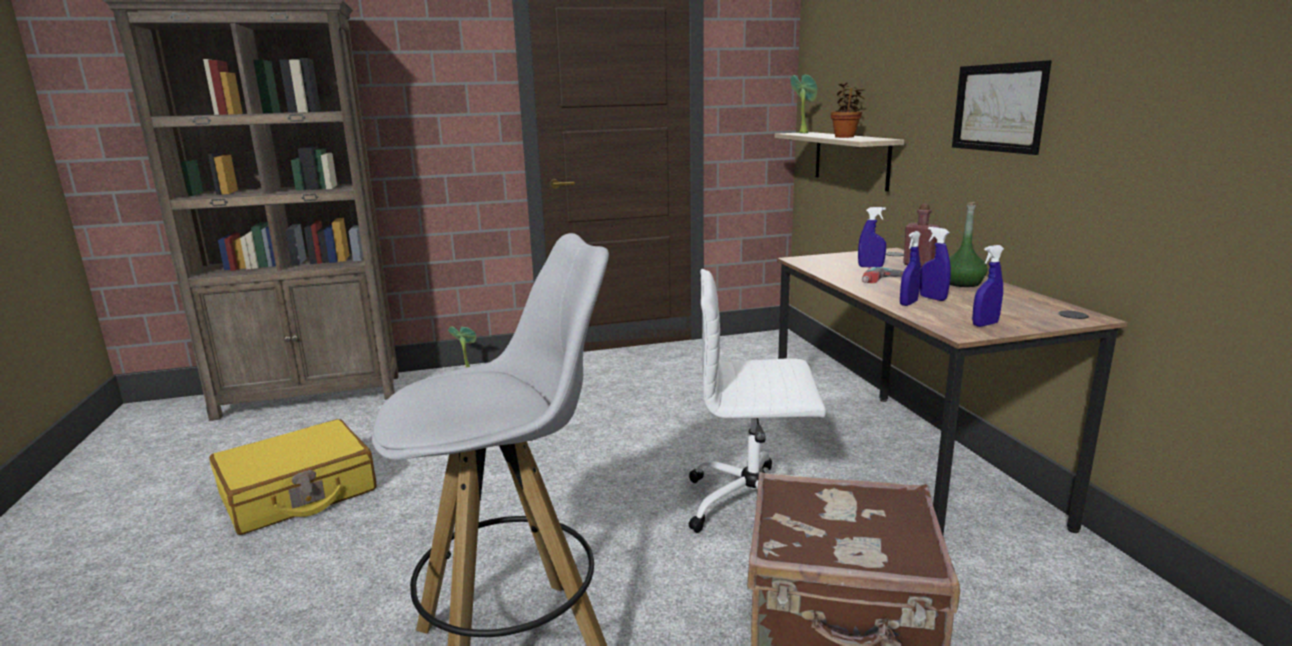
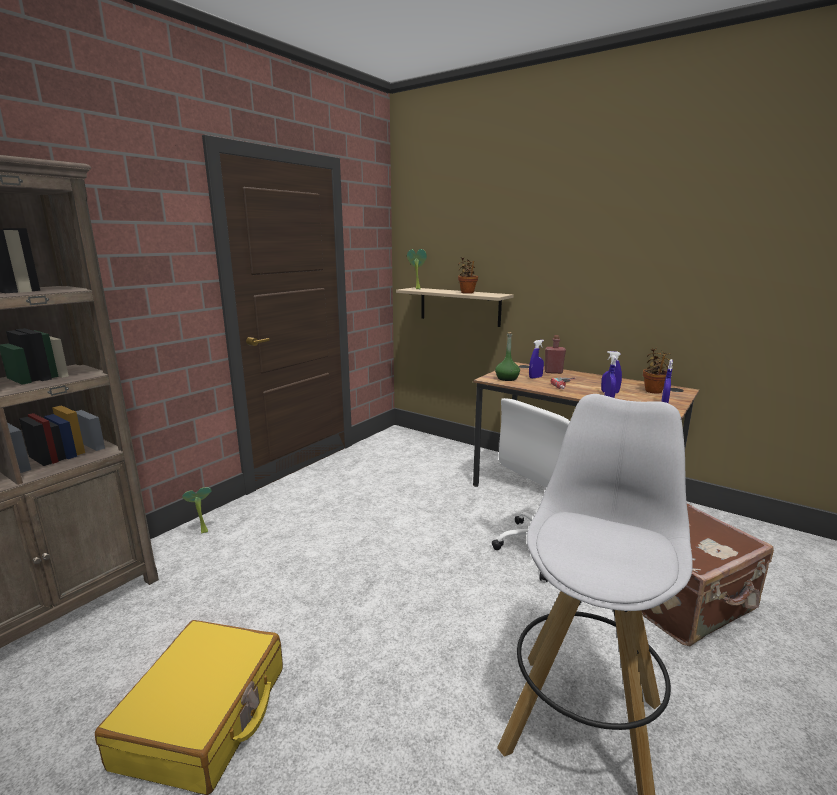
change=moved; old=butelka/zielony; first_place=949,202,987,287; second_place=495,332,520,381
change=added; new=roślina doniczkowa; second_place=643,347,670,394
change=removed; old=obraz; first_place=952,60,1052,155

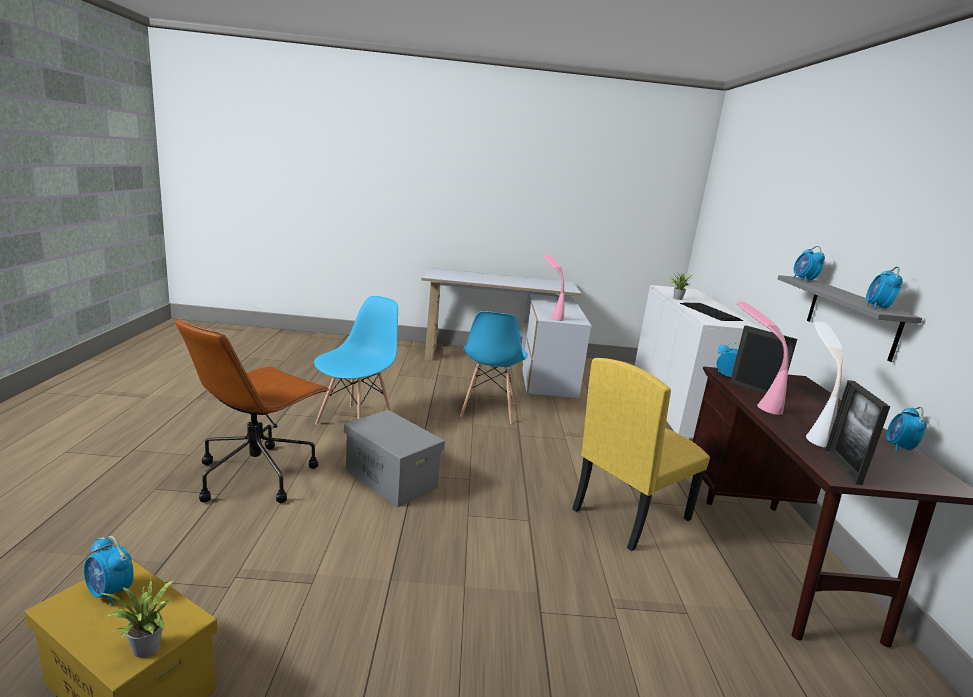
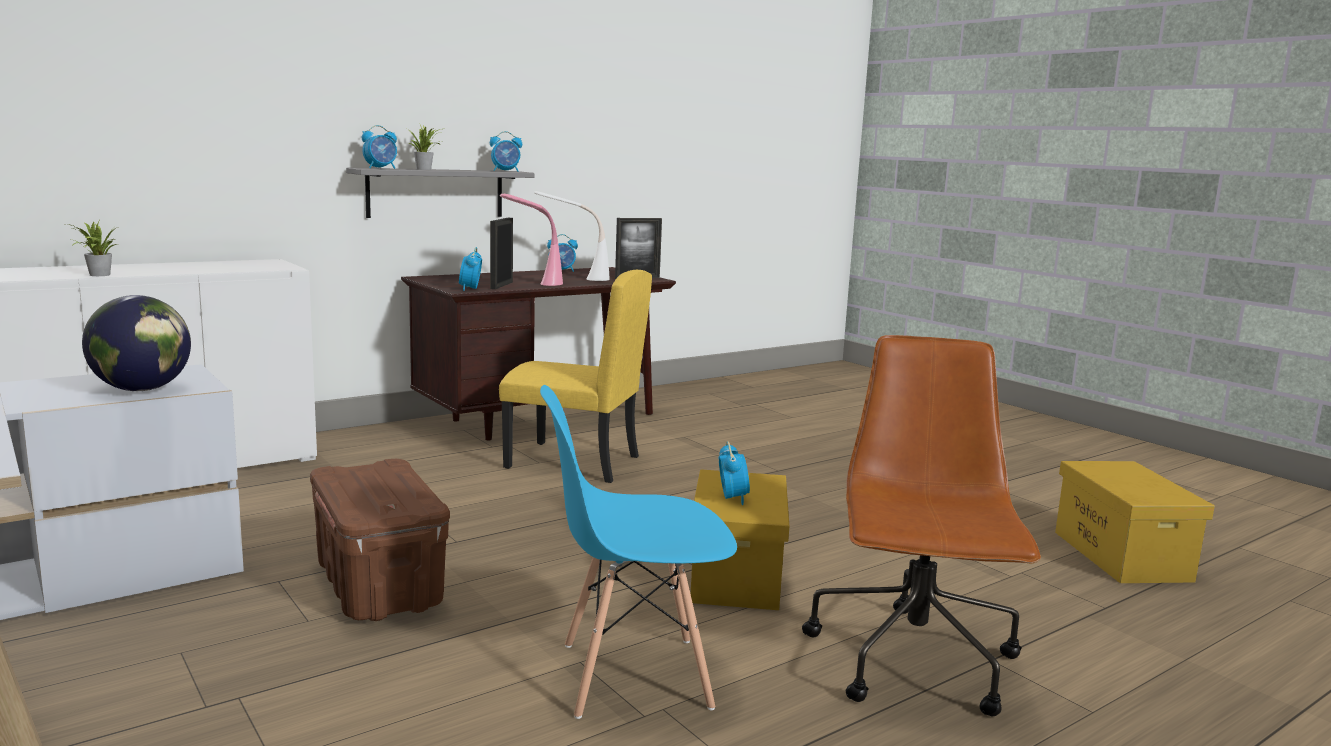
change=replaced; old=lampa stołowa/różowy; new=globus; first_place=543,254,564,321; second_place=82,295,191,391
change=replaced; old=krzesło/niebieski; new=pojemnik do przechowywania/brązowy; first_place=460,311,528,424; second_place=310,459,450,621
change=moved; old=roślina doniczkowa; first_place=101,579,175,658; second_place=405,125,441,170
change=recoloured; old=pojemnik do przechowywania/szary; new=pojemnik do przechowywania/żółty; first_place=344,410,445,507; second_place=691,469,789,610
change=moved; old=budzik; first_place=84,536,134,605; second_place=719,441,750,505
change=turned; old=krzesło biurowe/brązowy; first_place=176,319,329,503; second_place=802,335,1041,716; degrees=-75
change=removed; old=klawiatura; first_place=680,303,744,321

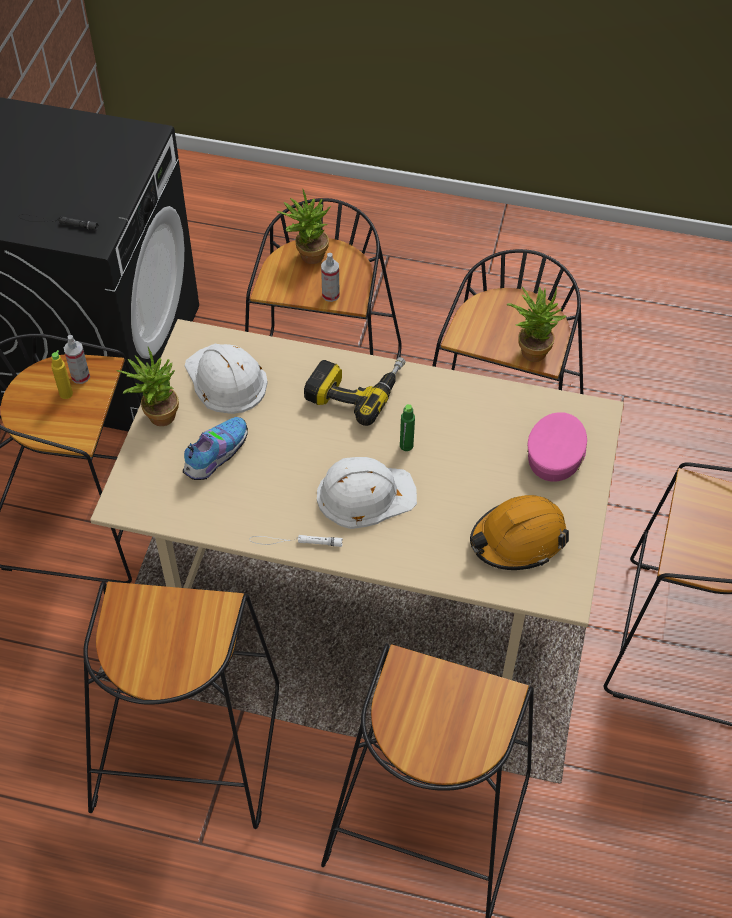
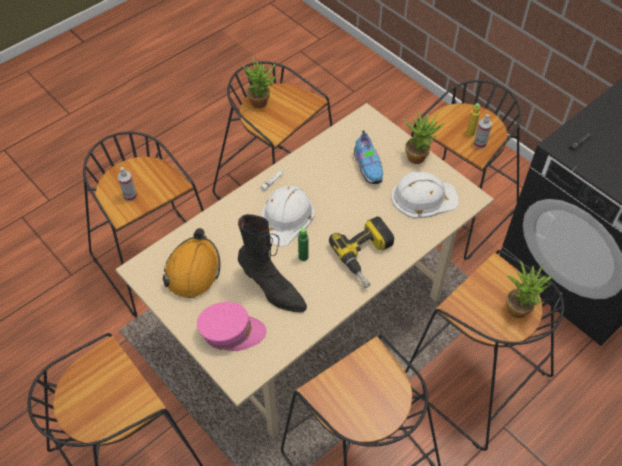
change=moved; old=spryskiwacz; first_place=321,253,340,302; second_place=118,167,137,201
change=turned; old=czapka z daszkiem/różowy; first_place=527,412,587,482; second_place=197,302,266,351; degrees=-60
change=added; new=but z cholewką/czarny; second_place=238,214,307,313
change=moved; old=roślina doniczkowa; first_place=507,287,566,362; second_place=243,57,281,108

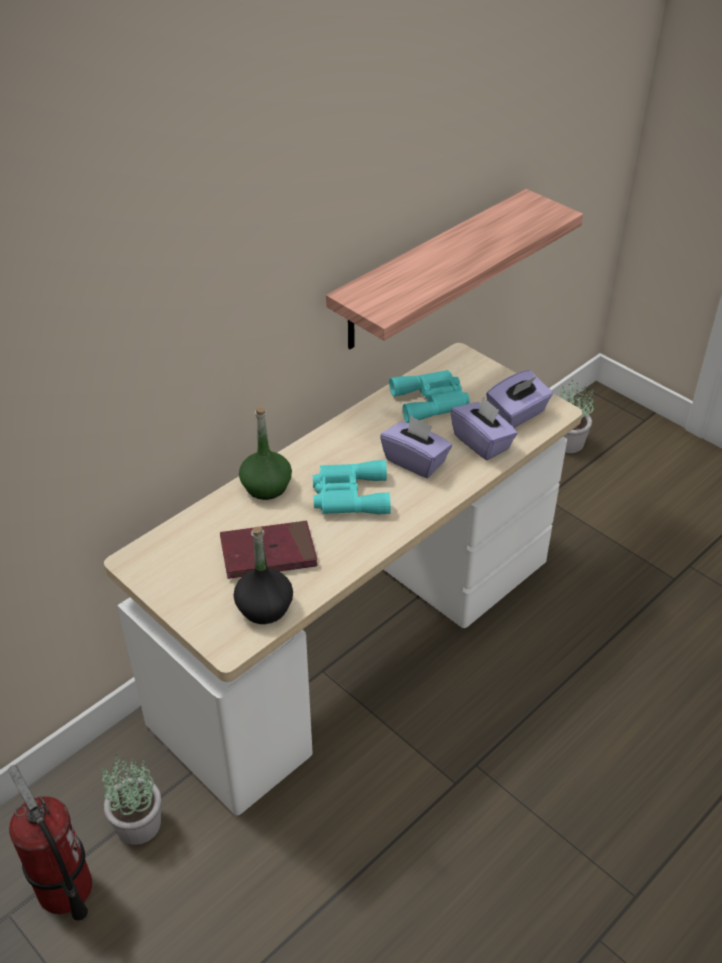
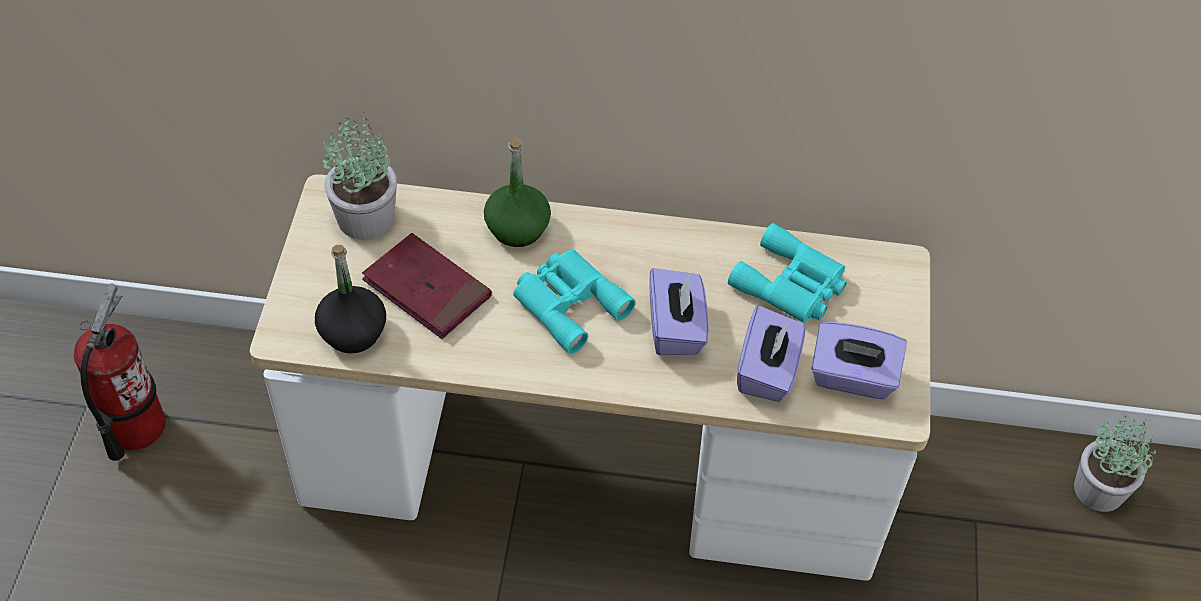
change=moved; old=roślina doniczkowa; first_place=102,754,161,845; second_place=323,117,397,240
change=removed; old=półka; first_place=326,189,583,349

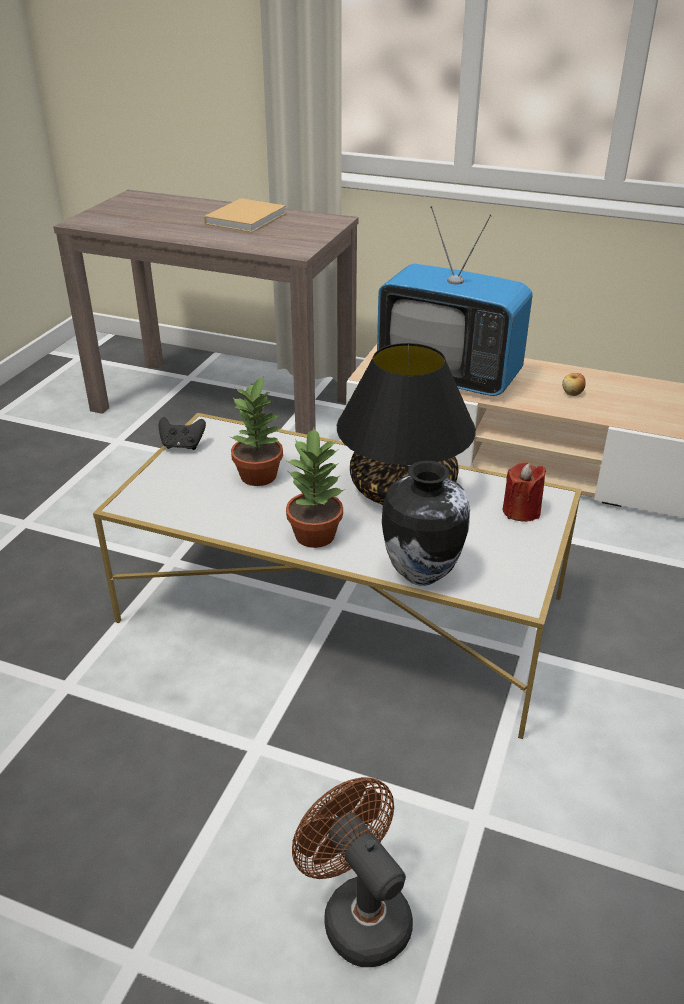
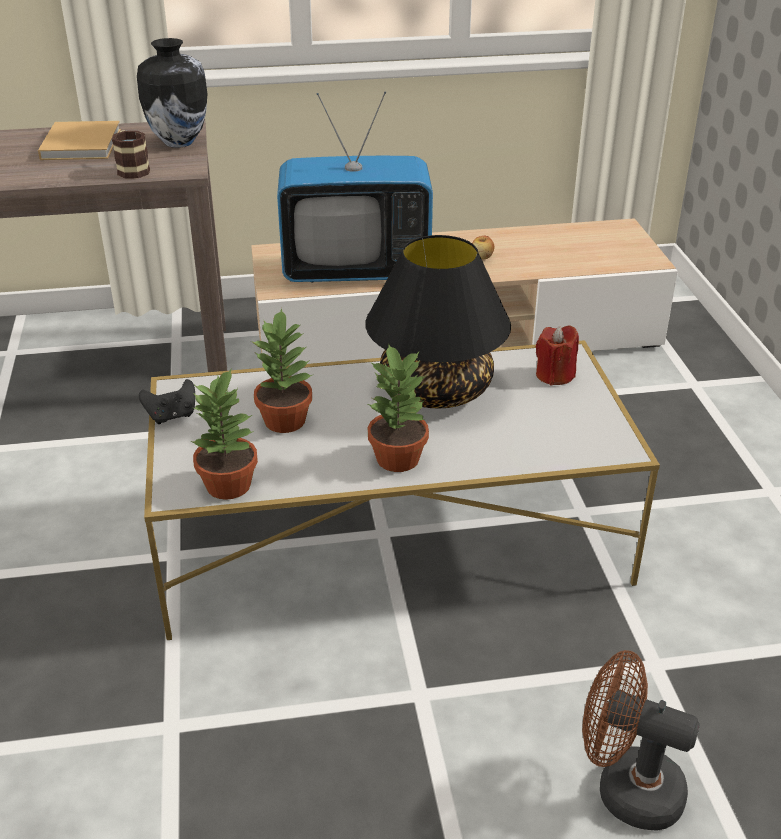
change=added; new=kubek; second_place=112,130,150,179
change=moved; old=wazon; first_place=382,461,470,586; second_place=137,38,207,148
change=added; new=roślina doniczkowa; second_place=190,368,258,500

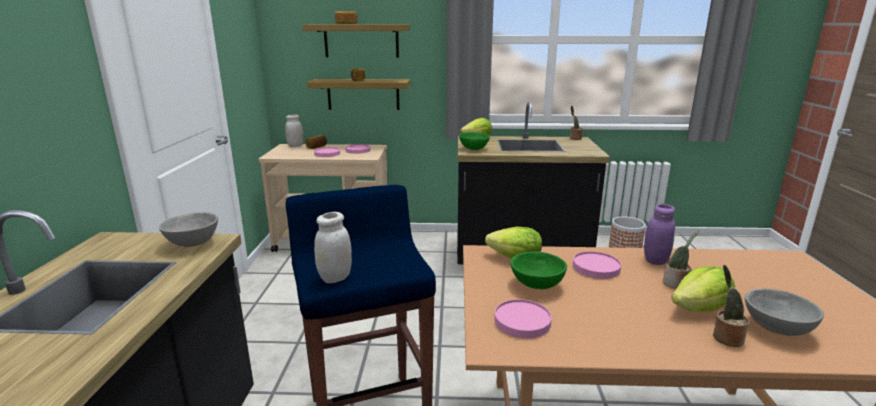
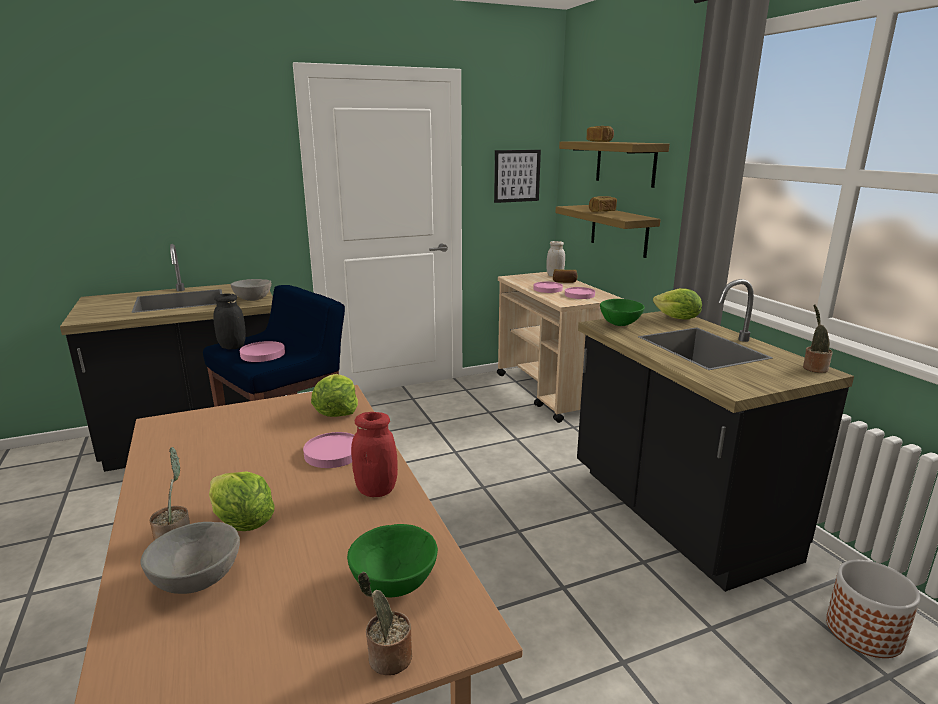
change=recoloured; old=słoik/biały; new=słoik/czarny; first_place=314,212,352,284; second_place=213,293,246,349
change=moved; old=talerz/różowy; first_place=494,299,552,338; second_place=240,341,285,362
change=moved; old=miska/zielony; first_place=510,252,567,289; second_place=347,524,438,597
change=recoloured; old=słoik/fioletowy; new=słoik/czerwony; first_place=644,204,675,265; second_place=351,412,398,497
change=moved; old=roślina doniczkowa; first_place=663,230,699,289; second_place=358,571,412,675
change=added; new=obraz; second_place=494,150,541,203

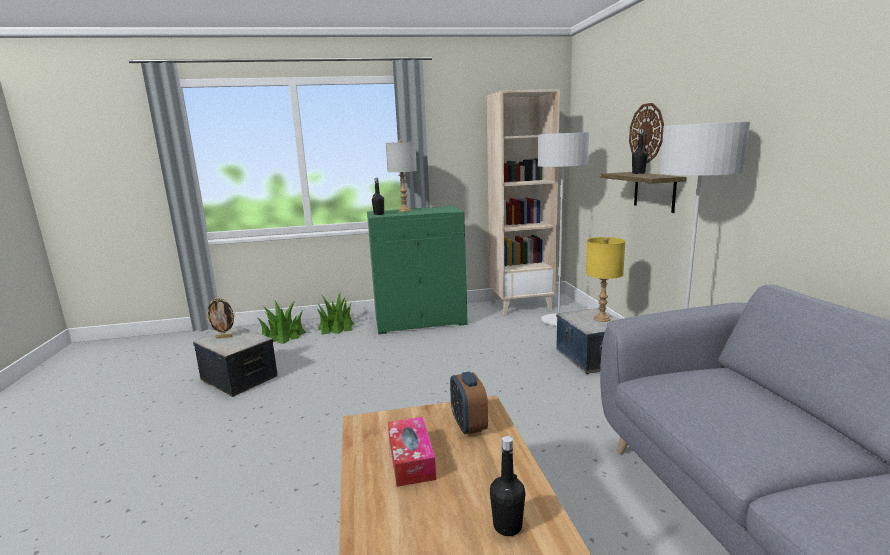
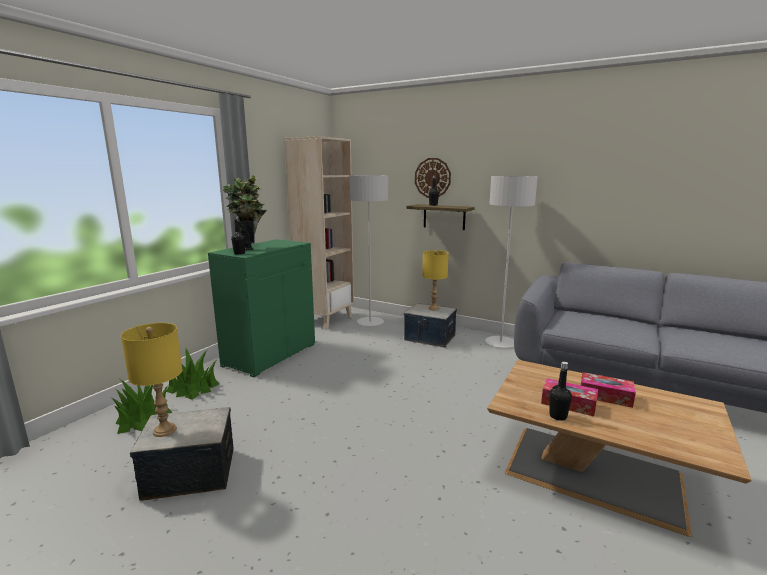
change=replaced; old=ramka na zdjęcie; new=lampa stołowa/żółty; first_place=205,297,235,338; second_place=121,323,183,437
change=replaced; old=lampa stołowa/szary; new=roślina doniczkowa; first_place=386,140,417,212; second_place=223,176,267,251
change=moved; old=butelka/czarny; first_place=490,436,525,536; second_place=549,361,572,421
change=added; new=pudełko chusteczek; second_place=581,372,636,408
change=removed; old=budzik; first_place=450,372,488,435

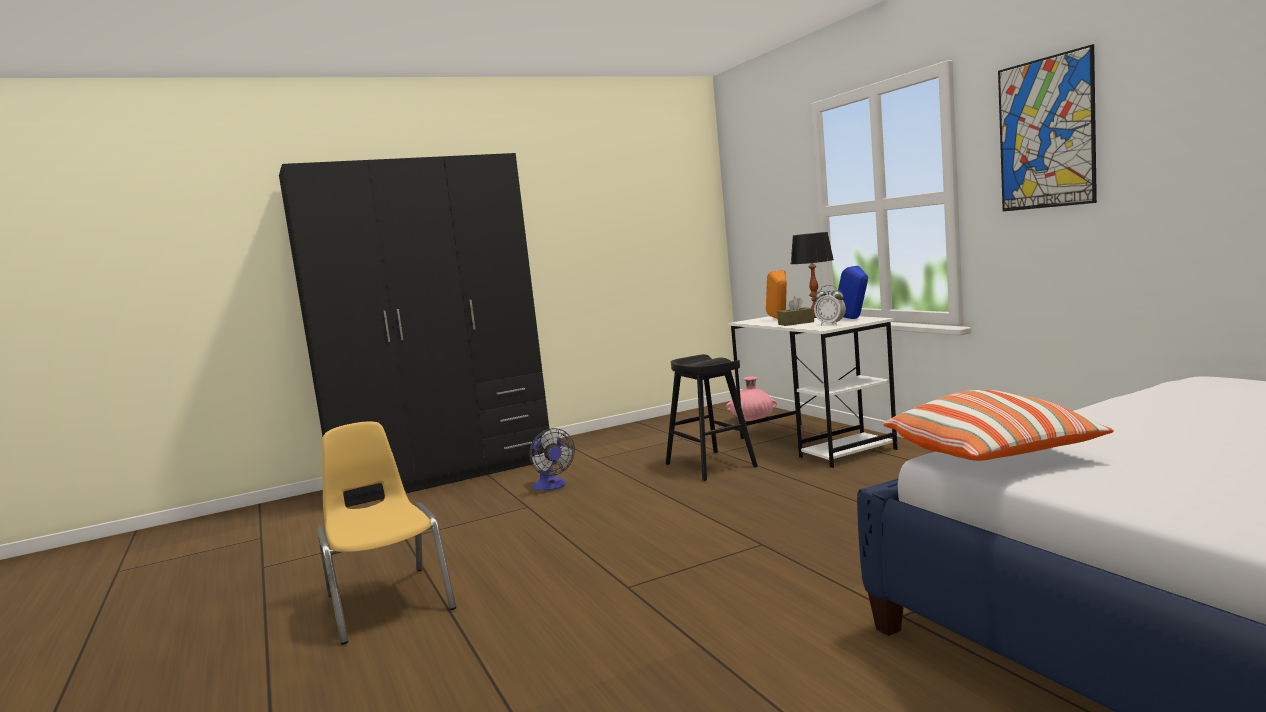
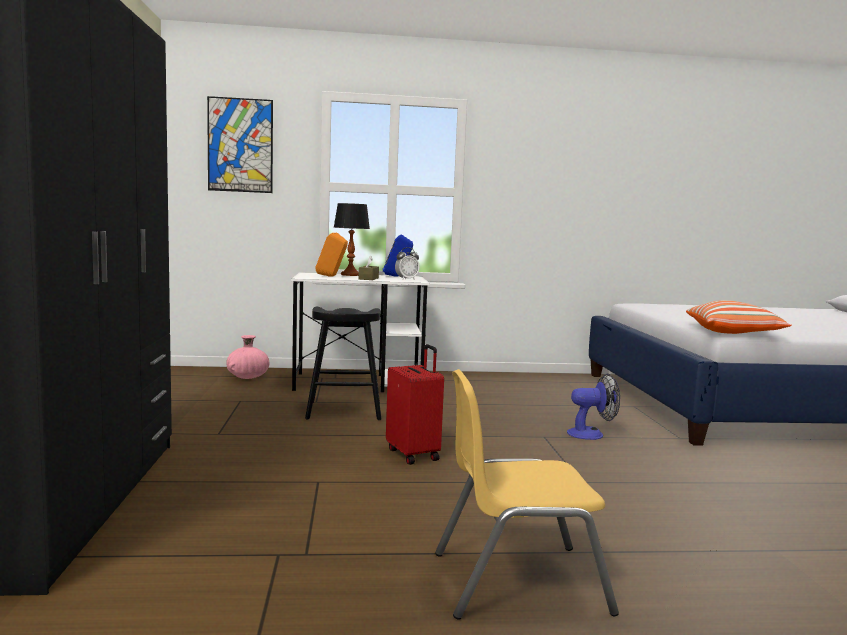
change=moved; old=obraz; first_place=998,44,1097,211; second_place=207,96,273,193
change=added; new=walizka/czerwony; second_place=386,344,444,465
change=moved; old=wentylator; first_place=530,428,575,491; second_place=567,373,620,440

